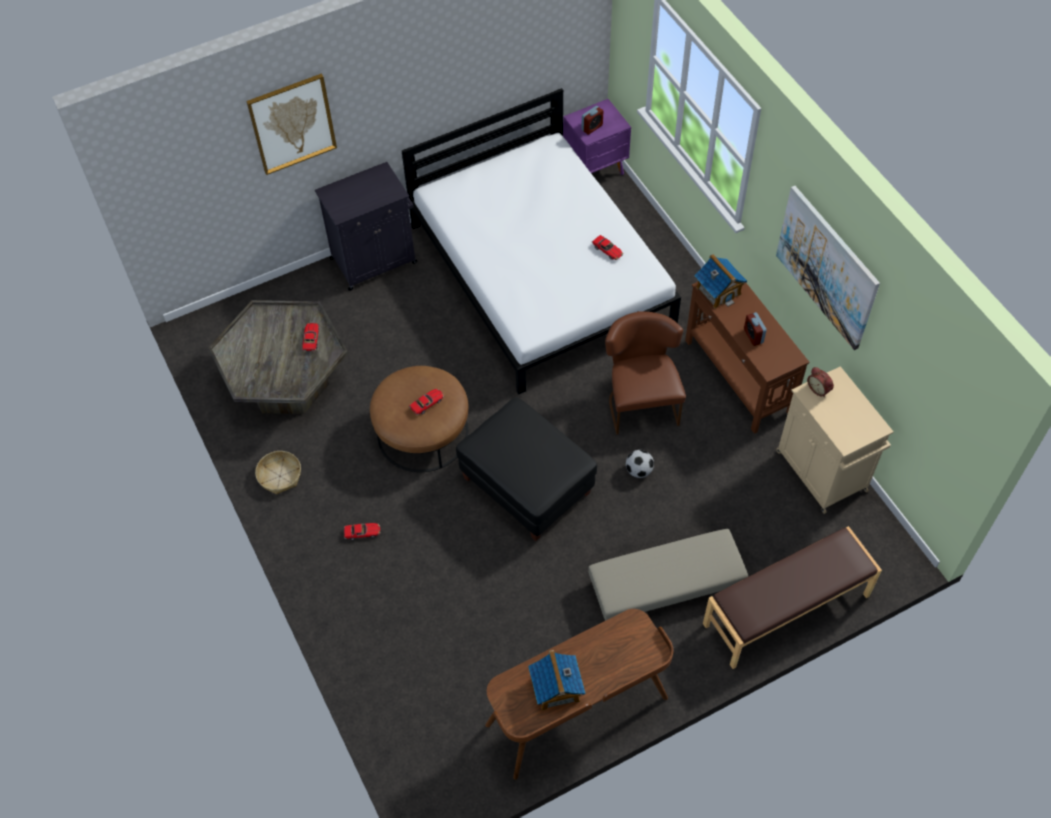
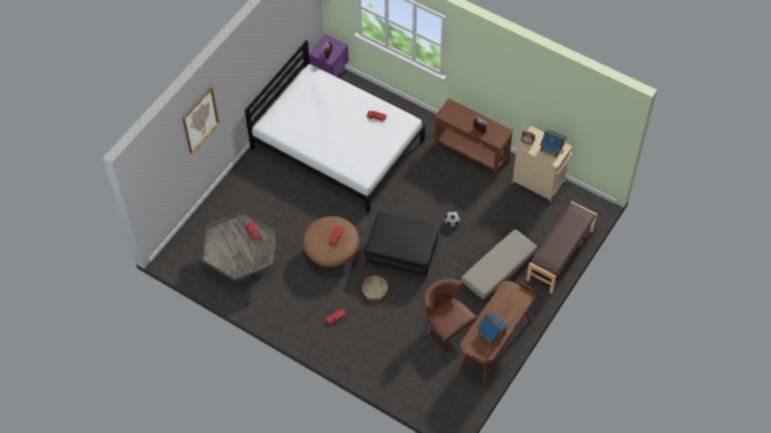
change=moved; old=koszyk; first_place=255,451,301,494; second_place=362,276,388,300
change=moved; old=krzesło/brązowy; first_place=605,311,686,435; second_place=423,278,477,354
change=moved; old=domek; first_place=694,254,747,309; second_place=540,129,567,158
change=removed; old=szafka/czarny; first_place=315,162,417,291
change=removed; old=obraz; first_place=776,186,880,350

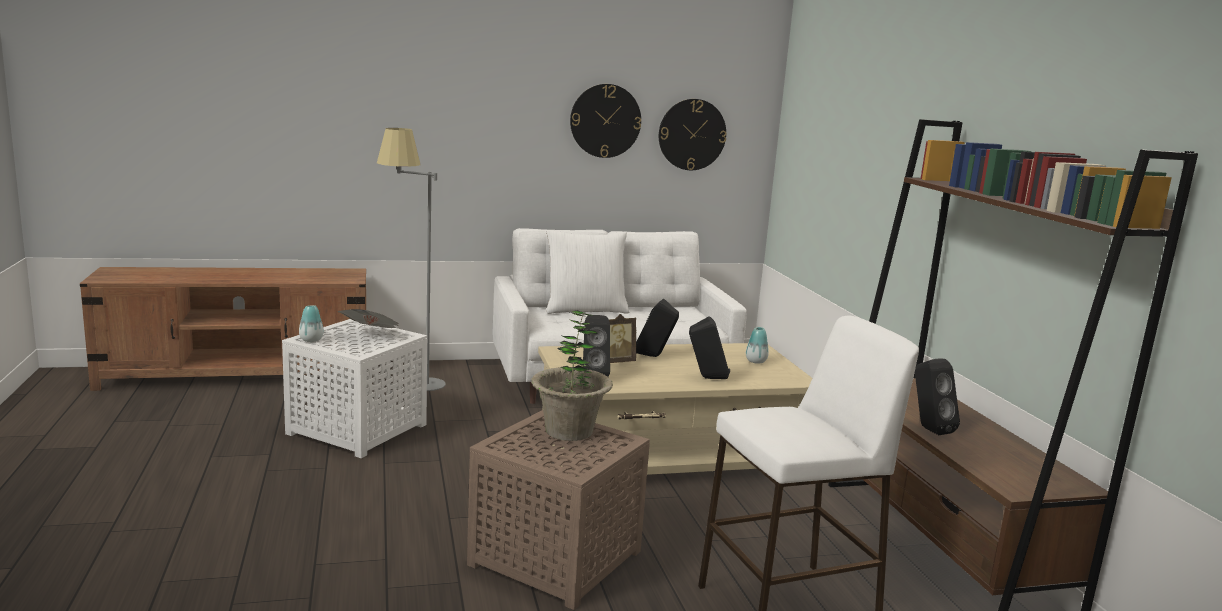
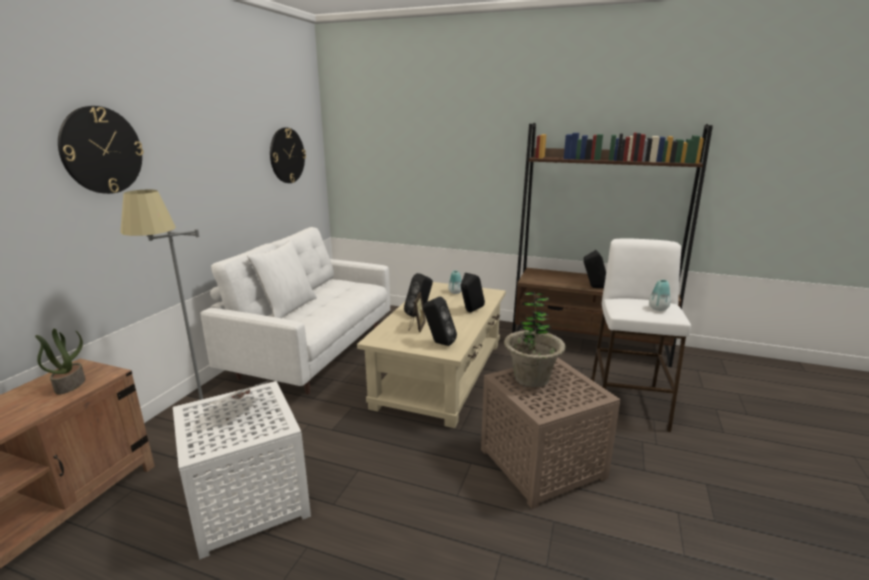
change=added; new=roślina doniczkowa; second_place=35,329,85,394
change=moved; old=zegar ścienny; first_place=570,84,641,158; second_place=58,106,143,194
change=moved; old=wazon; first_place=299,305,324,342; second_place=649,280,671,311

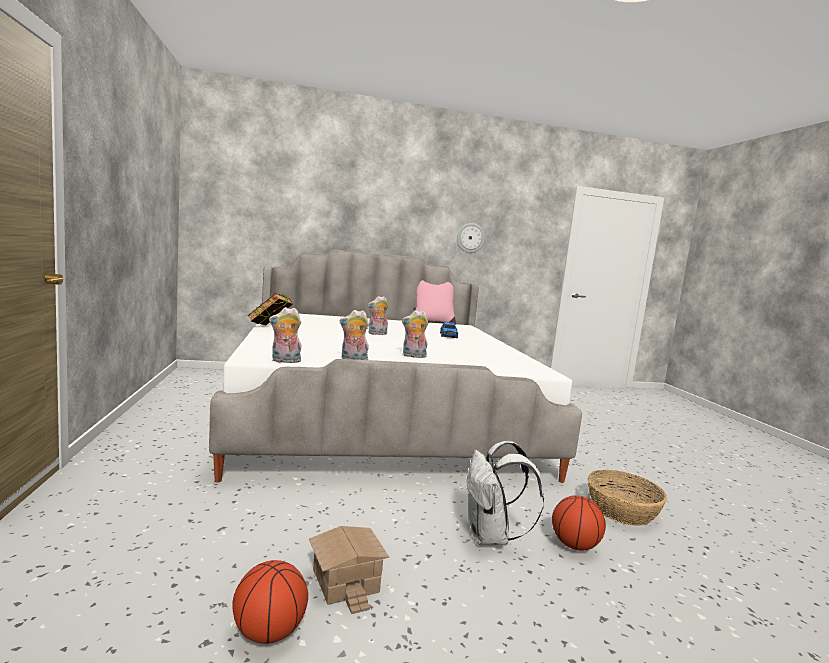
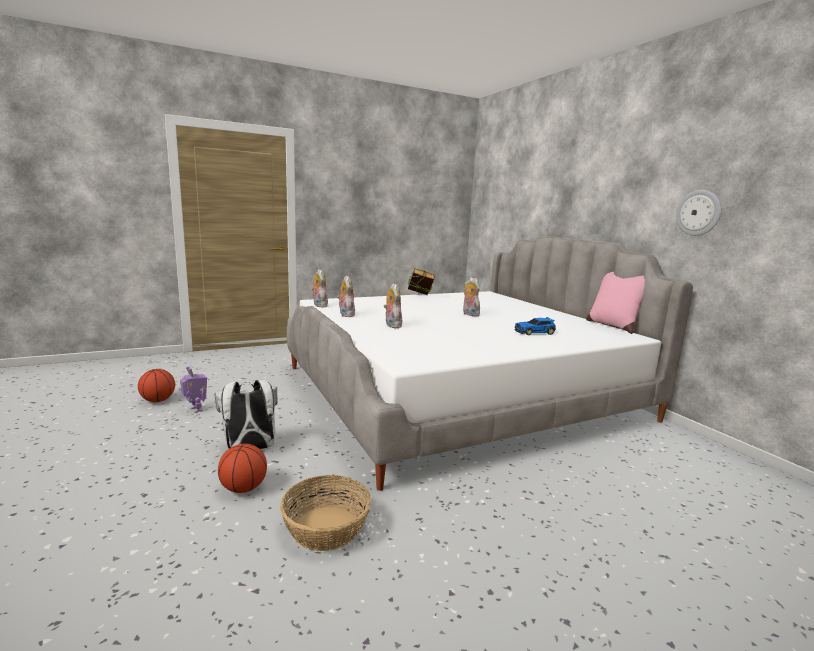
change=replaced; old=domek; new=robot zabawkowy; first_place=309,526,389,614; second_place=180,366,207,413

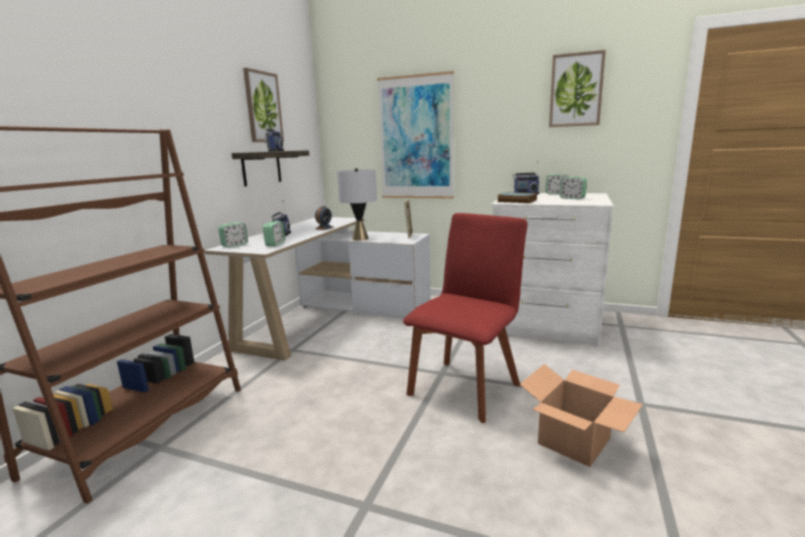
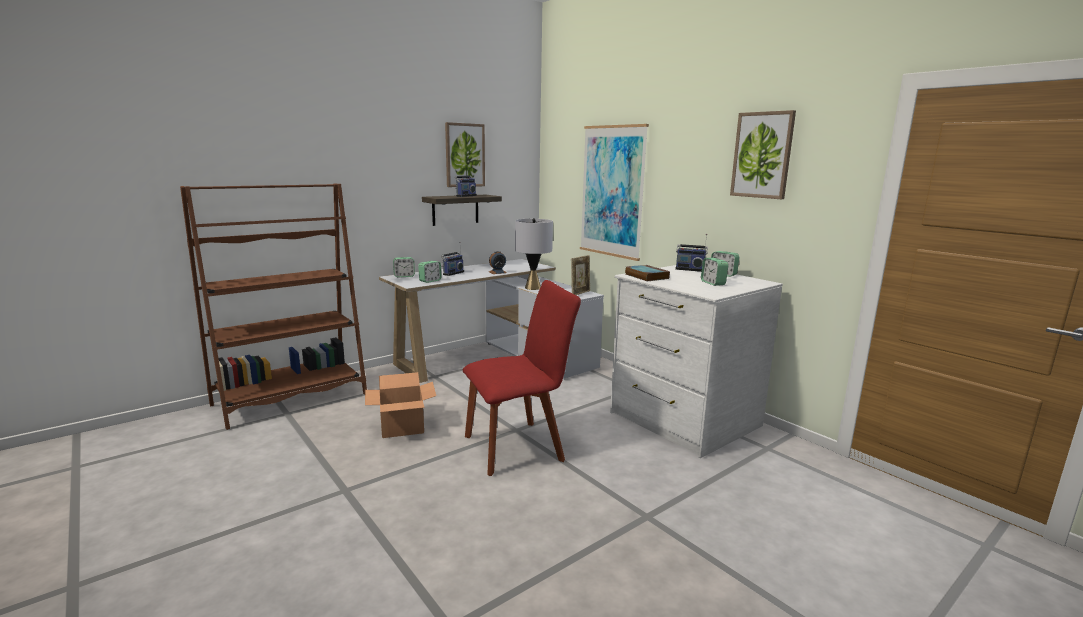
change=moved; old=karton; first_place=520,364,643,467; second_place=365,372,436,438

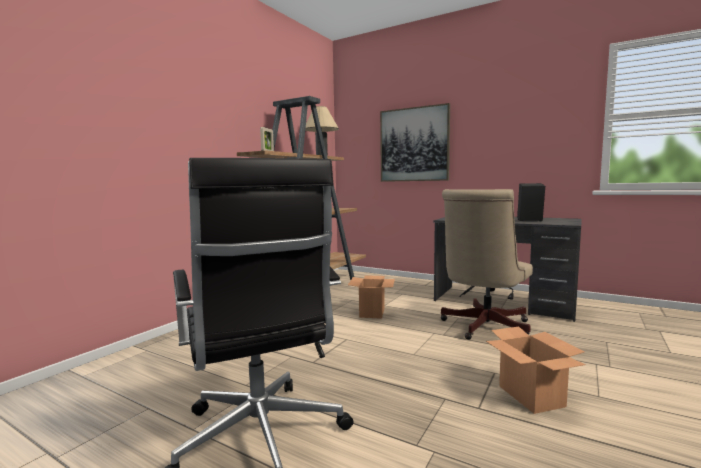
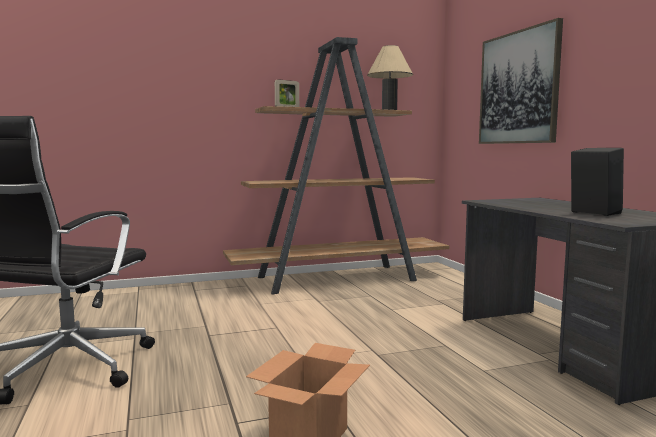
change=removed; old=karton; first_place=348,275,395,319
change=removed; old=krzesło biurowe/beżowy; first_place=441,189,533,340

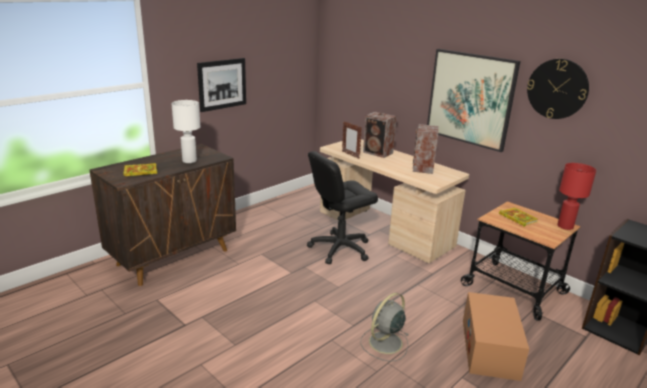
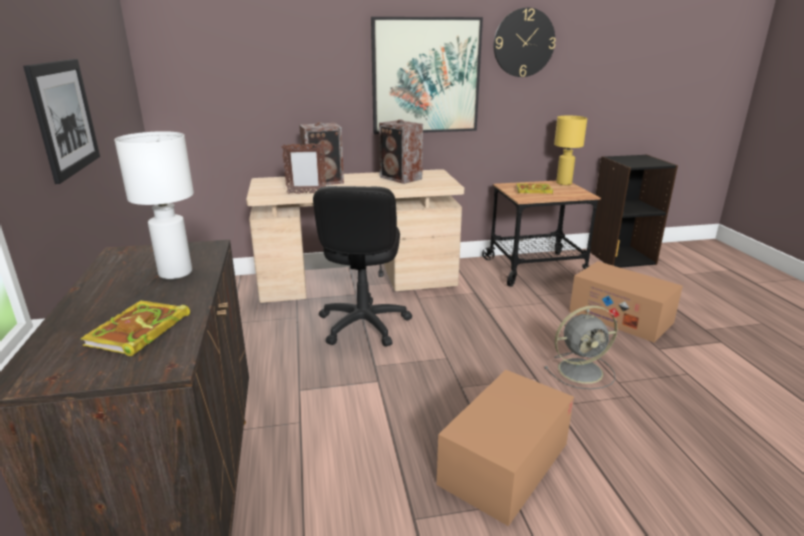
change=added; new=karton; second_place=437,370,574,526
change=turned; old=wentylator/szary; first_place=361,293,408,362; second_place=544,305,617,389; degrees=-90
change=recoloured; old=lampa stołowa/czerwony; new=lampa stołowa/żółty; first_place=557,163,596,230; second_place=554,116,587,185

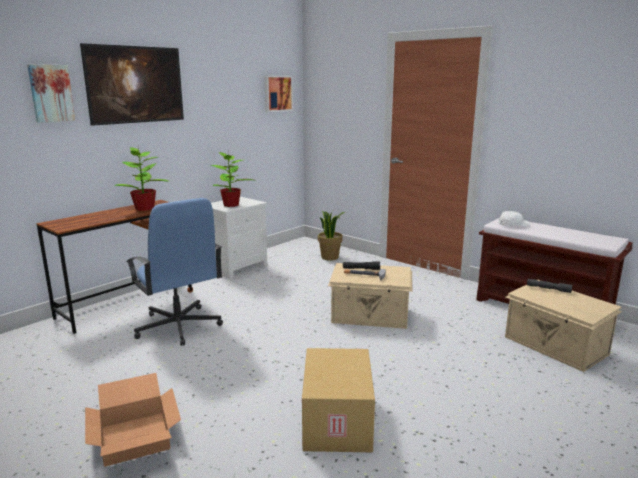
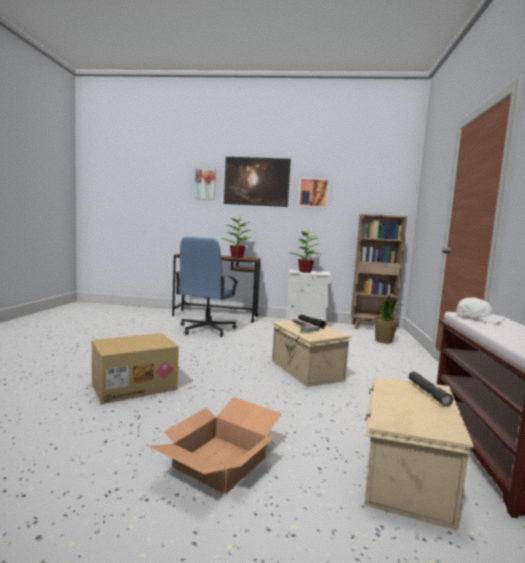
change=moved; old=karton; first_place=85,373,181,467; second_place=149,397,282,494
change=moved; old=obraz; first_place=264,75,293,112; second_place=298,177,329,208
change=added; new=regał/brązowy; second_place=351,214,407,329

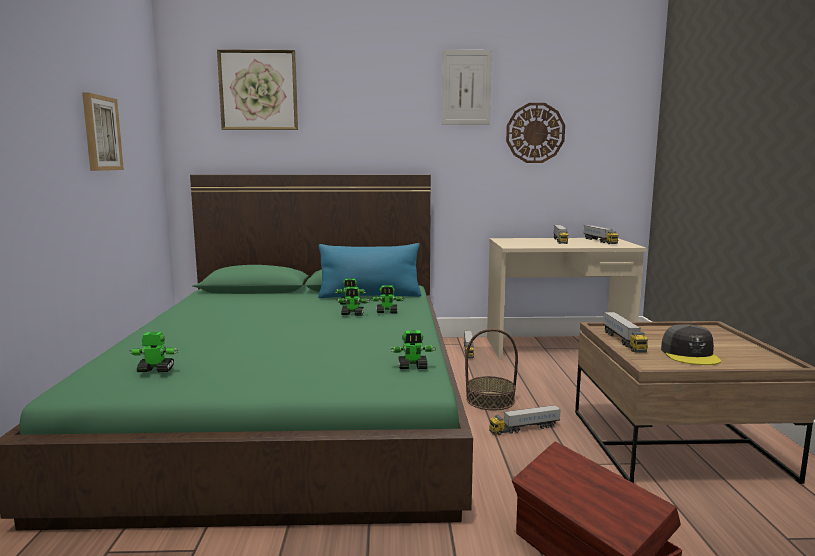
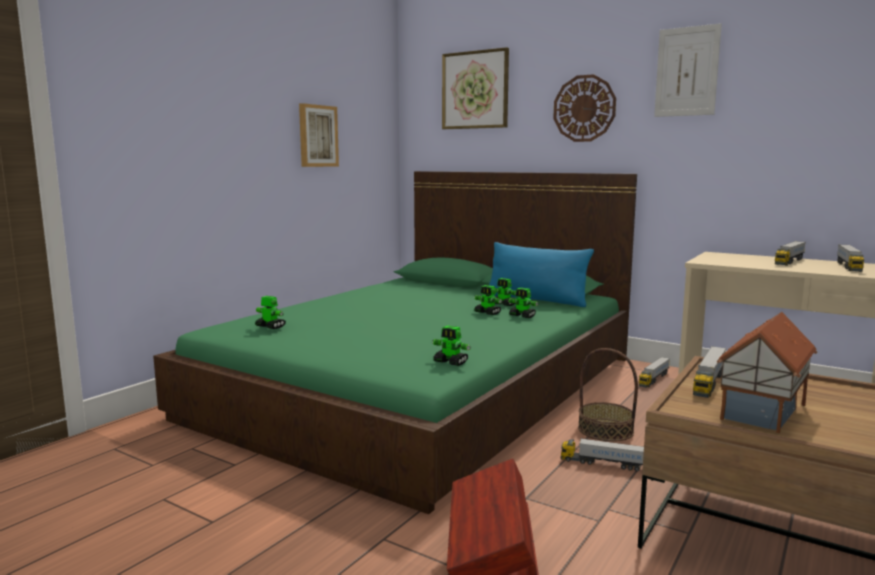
change=moved; old=zegar ścienny; first_place=506,103,565,163; second_place=553,74,616,142
change=replaced; old=czapka z daszkiem/szary; new=domek; first_place=661,324,721,365; second_place=717,312,818,433

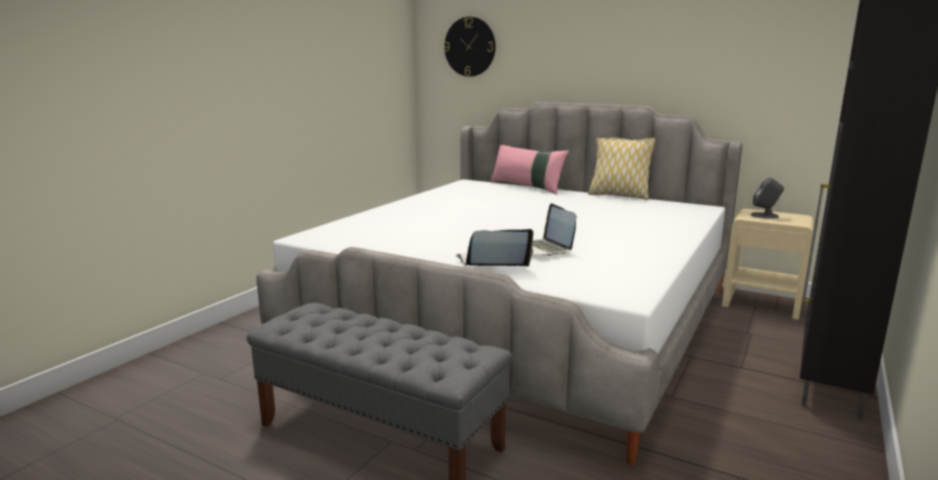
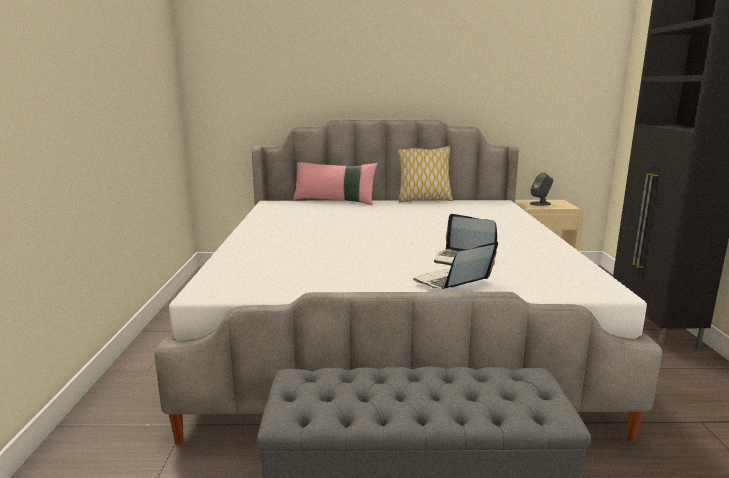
change=removed; old=zegar ścienny; first_place=444,17,496,77

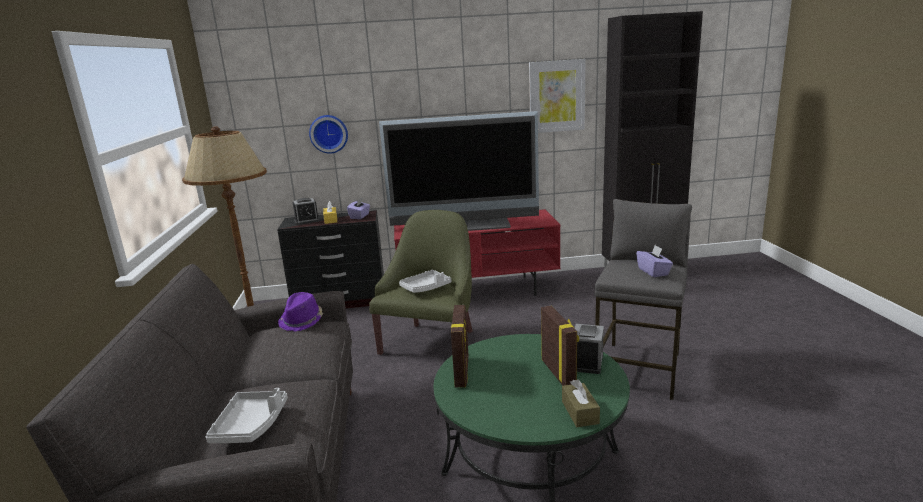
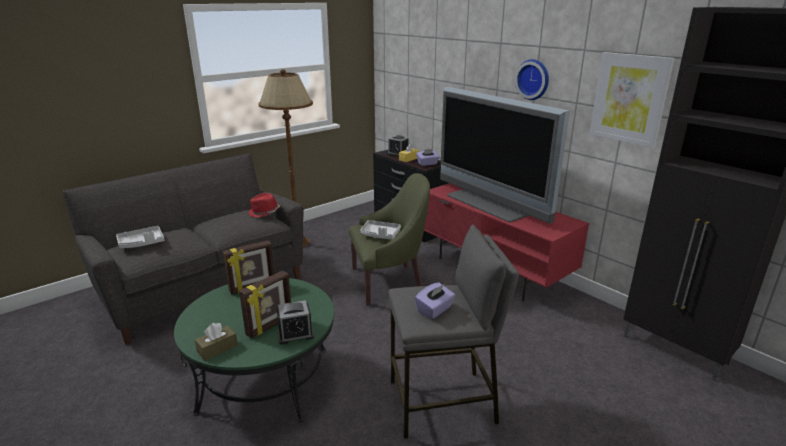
change=recoloured; old=kapelusz/fioletowy; new=kapelusz/czerwony; first_place=278,292,323,331; second_place=248,193,280,217
change=moved; old=zegar ścienny; first_place=309,115,348,154; second_place=515,59,549,100

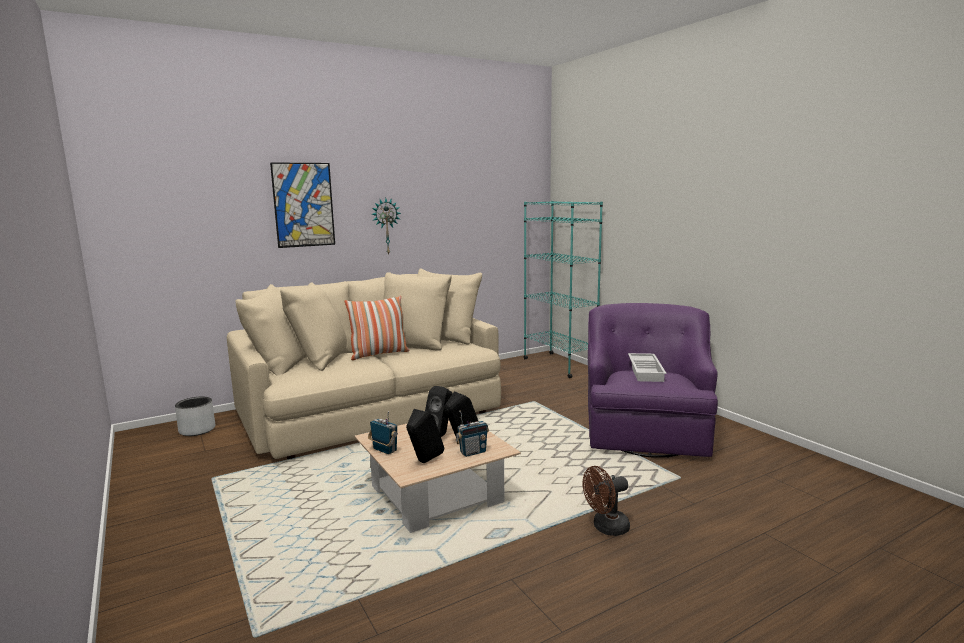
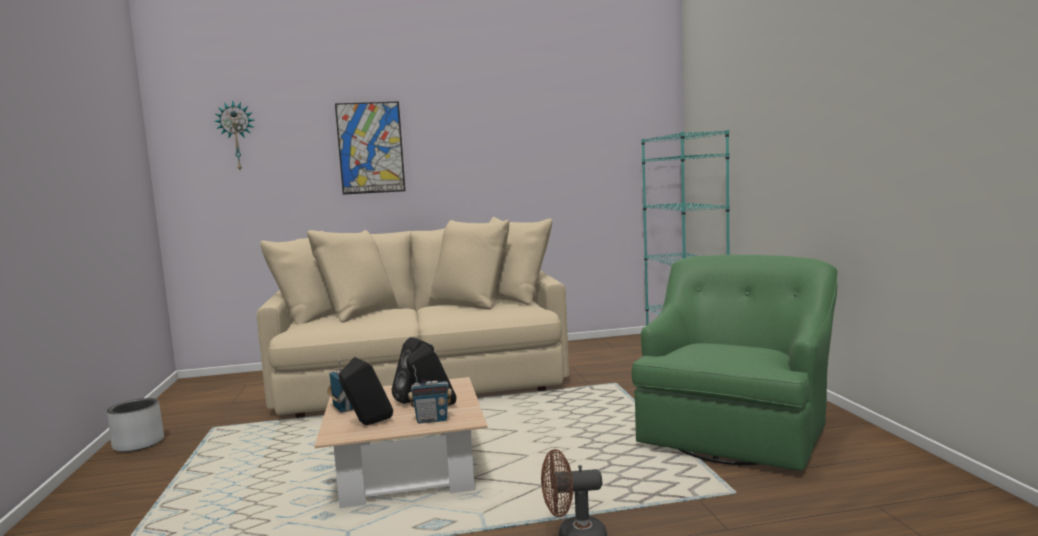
change=moved; old=donica/szary; first_place=175,397,215,436; second_place=107,398,164,452
change=moved; old=zegar ścienny; first_place=372,198,401,255; second_place=214,100,254,170
change=recoloured; old=fotel/fioletowy; new=fotel/zielony; first_place=588,303,718,458; second_place=632,255,838,471
change=removed; old=poduszka; first_place=345,296,409,360
change=removed; old=taca/biały; first_place=628,353,667,382

